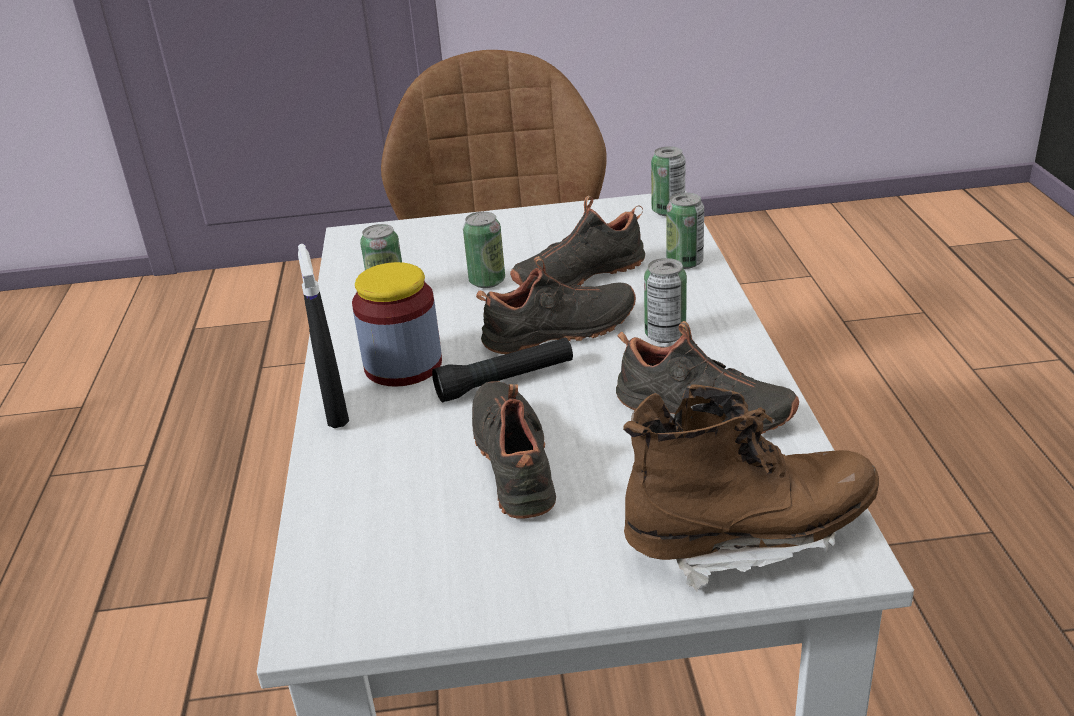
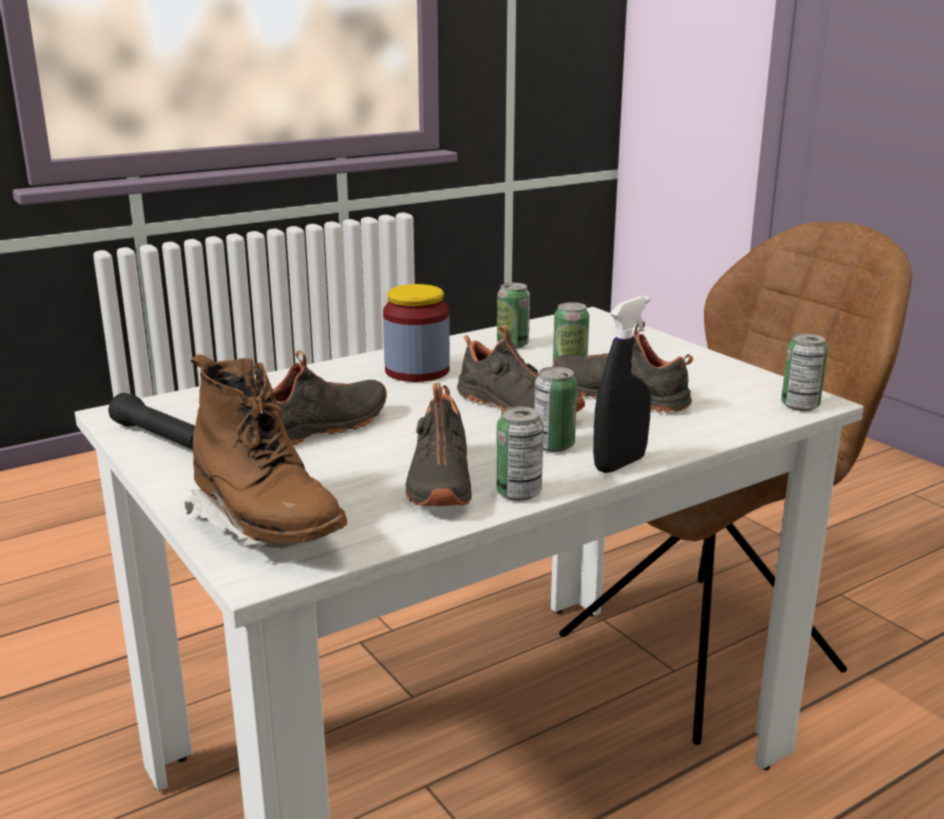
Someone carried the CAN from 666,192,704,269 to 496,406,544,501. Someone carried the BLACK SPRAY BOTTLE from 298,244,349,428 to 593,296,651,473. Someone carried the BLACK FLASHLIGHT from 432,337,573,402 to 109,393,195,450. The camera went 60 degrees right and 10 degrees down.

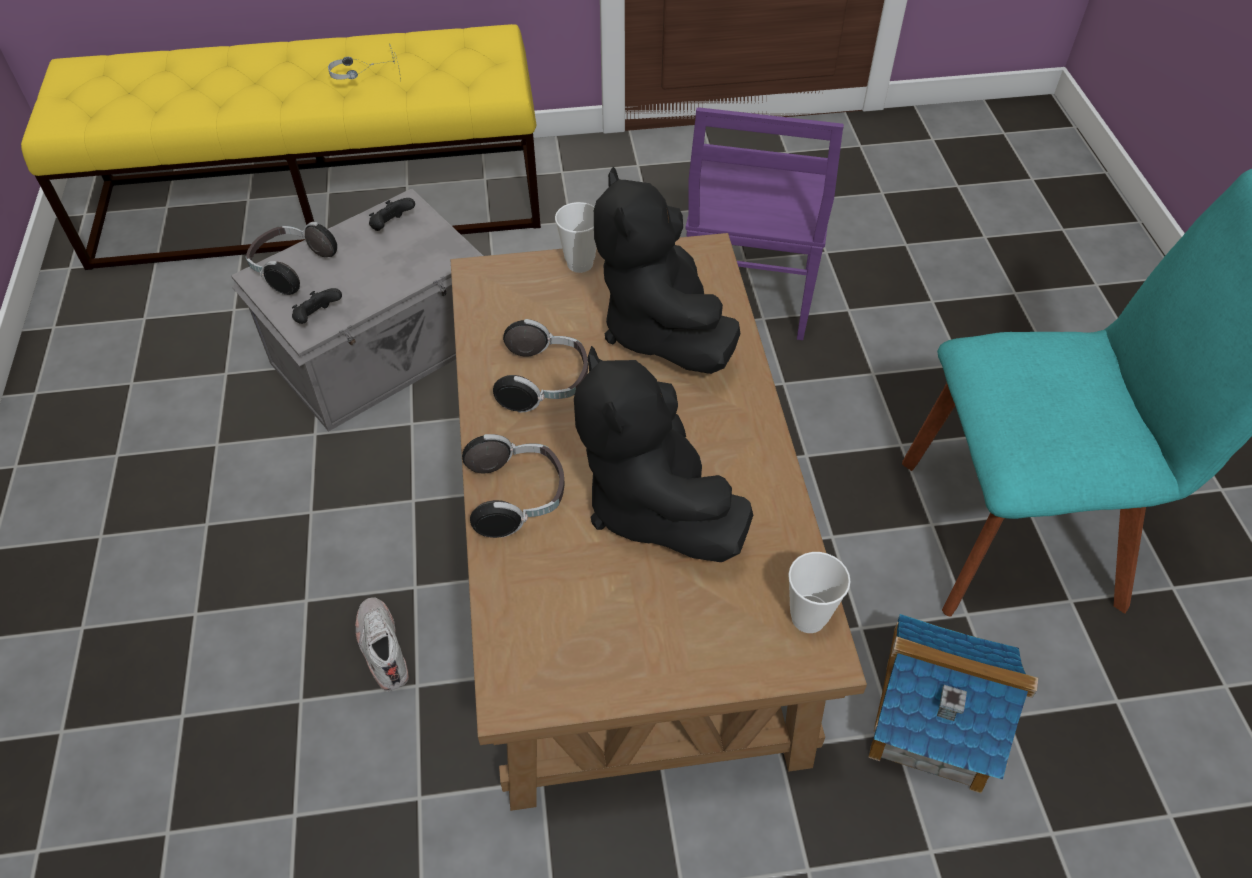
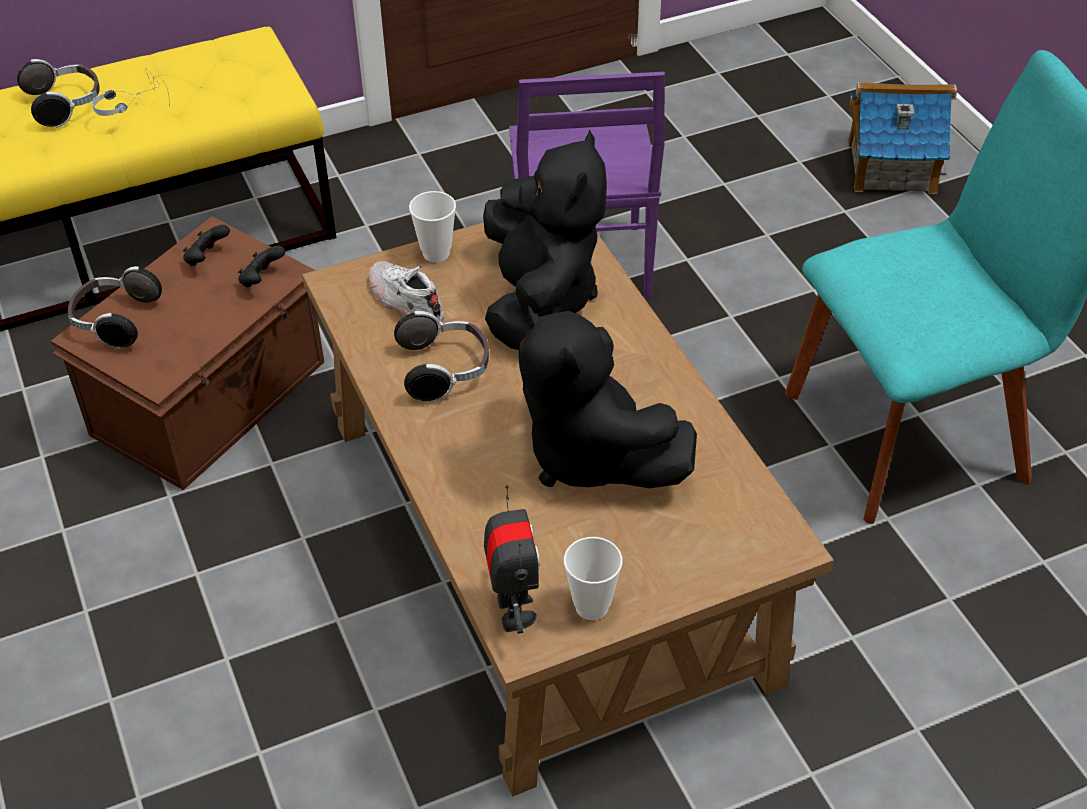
Someone rotated the BLACK PLUSH TOY at 594,167,740,374 by 150 degrees counterclockwise. Someone repainted the GREY STORAGE BOX at 231,189,483,431, which became the BROWN STORAGE BOX at 51,217,324,490. Someone carried the BLACK GAME CONTROLLER from 292,288,342,324 to 238,246,285,288. Someone carried the HEADPHONES from 462,434,564,538 to 17,59,100,128. Someone carried the CUP from 788,552,851,633 to 564,537,623,620. Someone carried the WHITE SHOE from 355,597,409,691 to 369,261,444,322. Someone carried the TOY HOUSE from 868,614,1038,793 to 848,82,957,194. Someone put down the TOY ROBOT at 484,485,540,634. The camera went 15 degrees left and 5 degrees down.

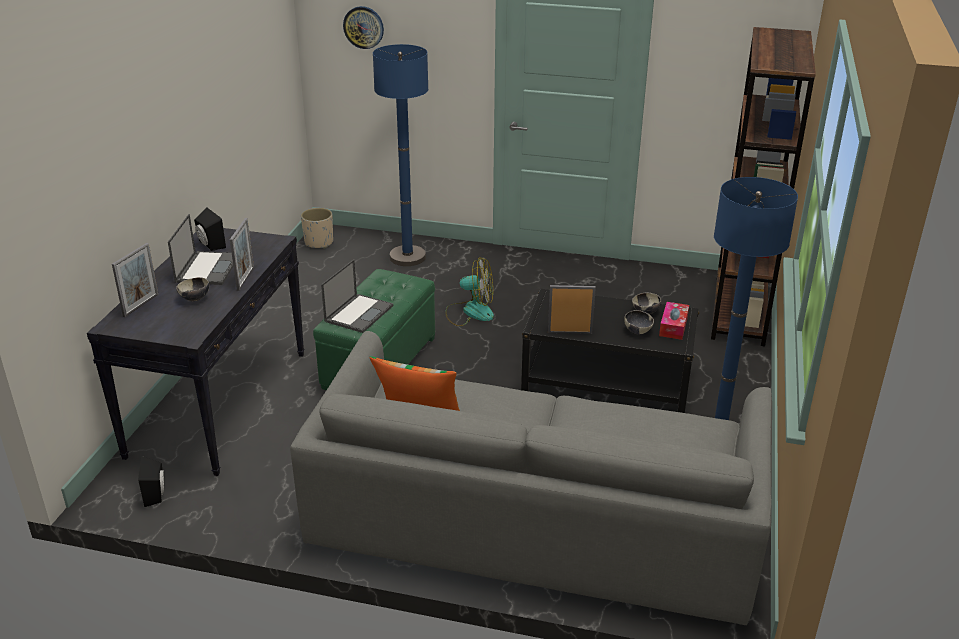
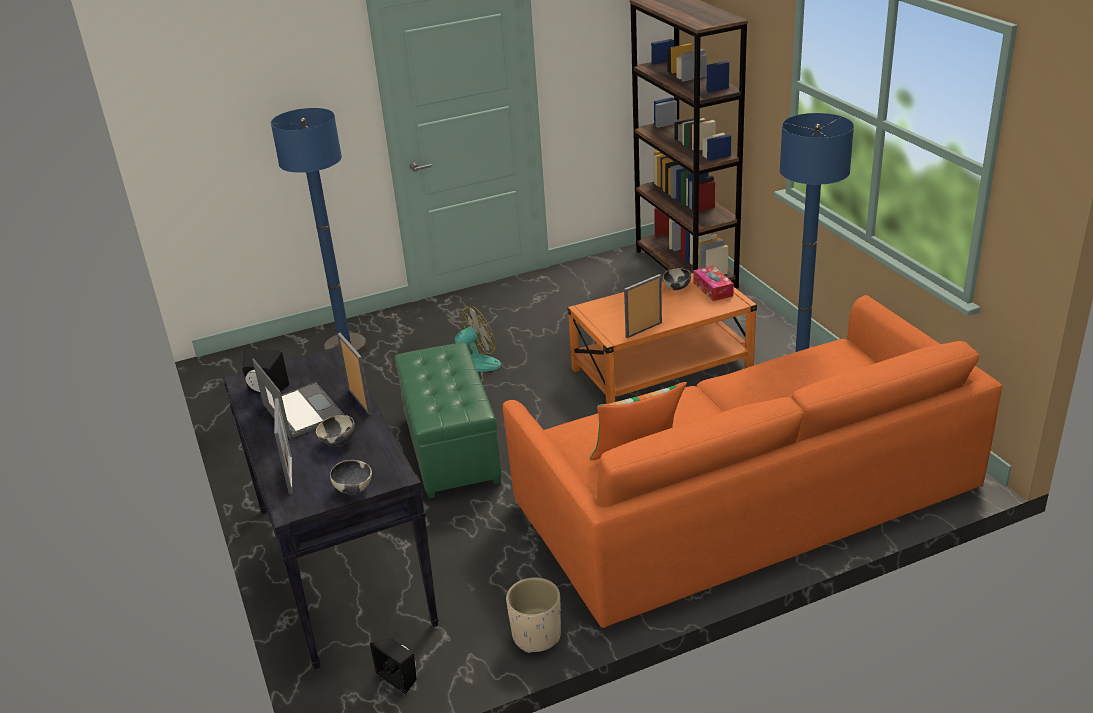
Someone took away the WALL CLOCK at 343,6,384,49. Someone carried the BEIGE PLANTER from 301,208,333,249 to 506,577,561,653. Someone took away the LAPTOP at 321,259,393,333. Someone repainted the BLACK COFFEE TABLE at 521,289,699,413, which became the ORANGE COFFEE TABLE at 567,273,757,404. Someone carried the BOWL from 624,310,654,335 to 330,460,372,494. Someone repainted the GREY SOFA at 290,331,772,625, which became the ORANGE SOFA at 503,295,1002,628. The camera went 35 degrees left and 0 degrees up.

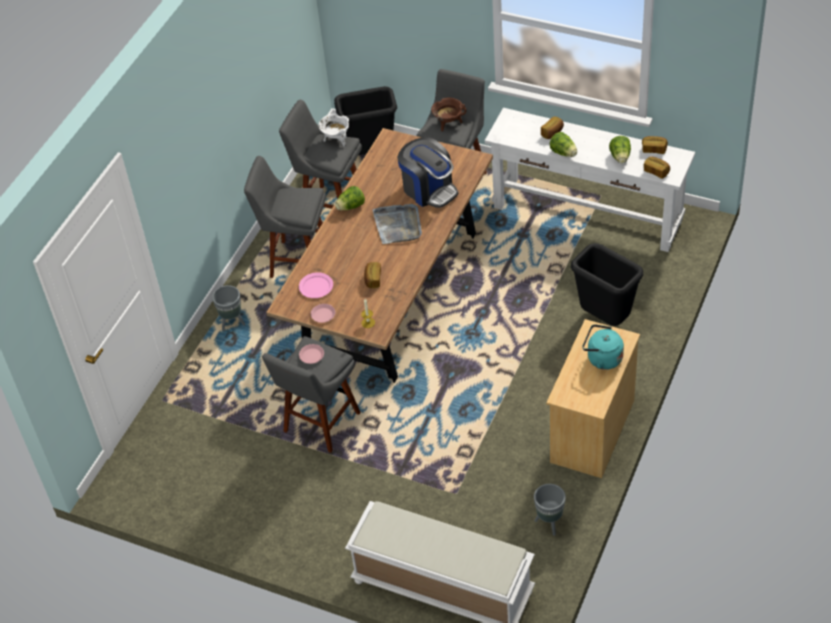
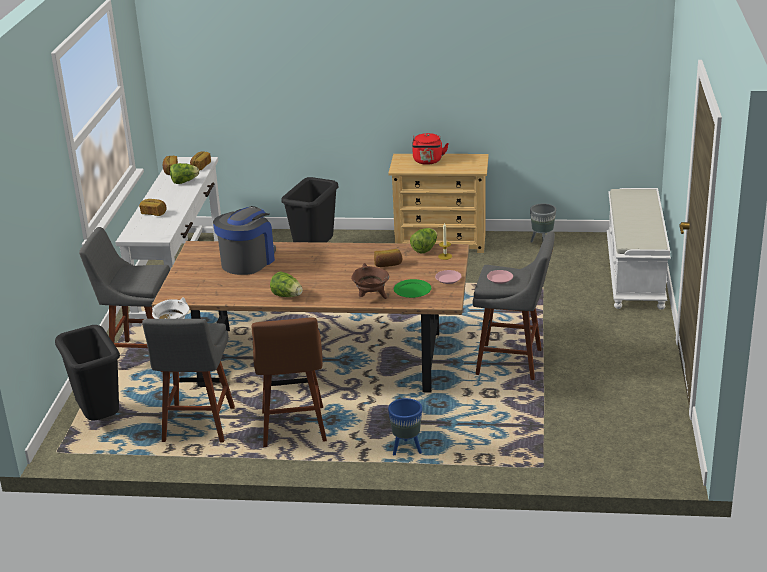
Someone carried the BROWN COOKING POT from 431,98,466,131 to 351,263,389,299. Someone carried the LETTUCE from 550,132,577,157 to 410,228,437,253. Someone repainted the GREY STOOL at 244,156,326,278, which became the BROWN STOOL at 252,318,327,447. Someone took away the GREY TRAY at 373,204,422,244. Someone repainted the PINK PLATE at 299,272,333,298, which became the GREEN PLATE at 394,279,431,298. Someone repainted the GREY PLANTER at 212,285,245,331, which became the BLUE PLANTER at 388,398,422,455. Someone repainted the TURQUOISE KETTLE at 582,324,624,370, which became the RED KETTLE at 412,133,449,165. The camera went 110 degrees left and 20 degrees down.

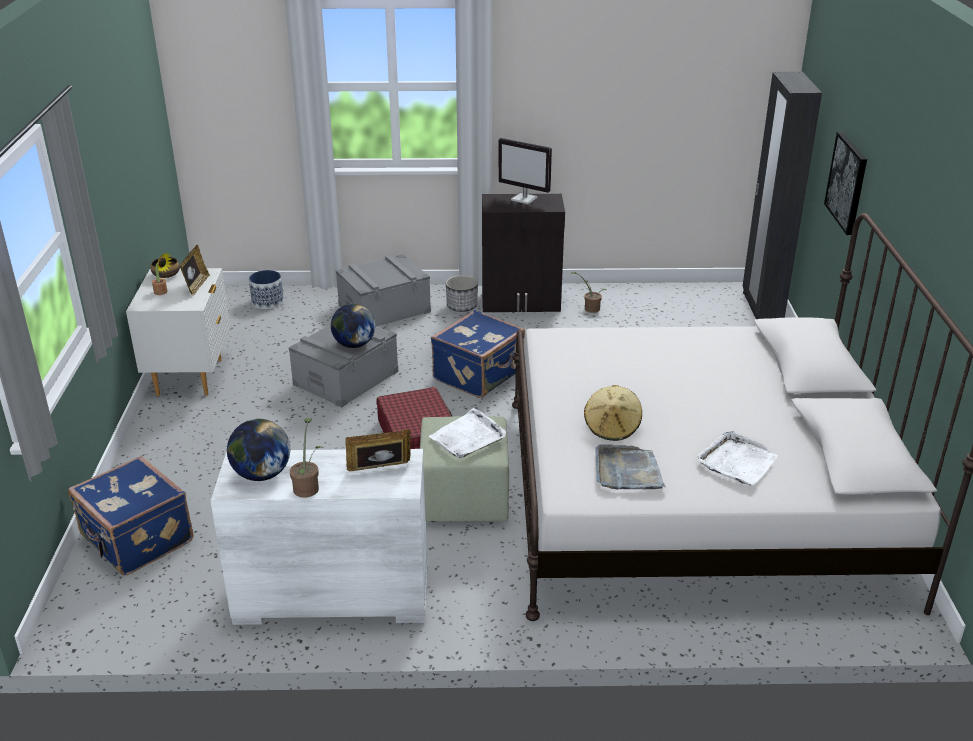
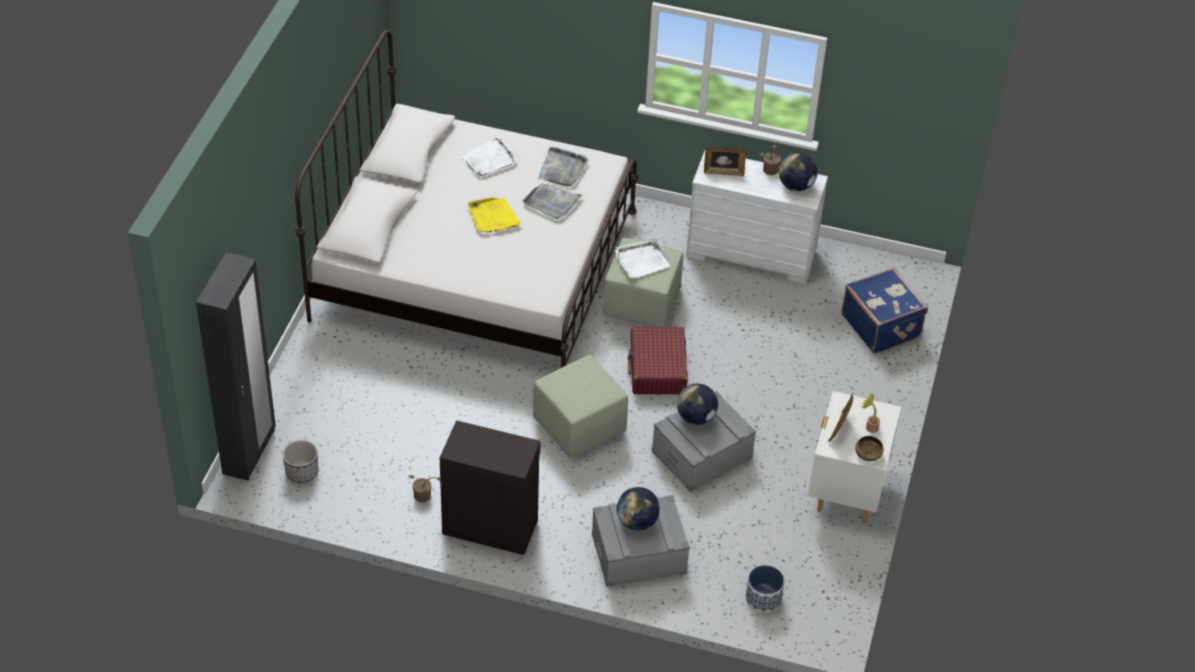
Someone took away the PICTURE at 824,132,867,235. Someone took away the MONITOR at 498,138,552,204. Someone carried the PLANTER from 446,275,478,312 to 283,440,319,483. Someone swapped the BLUE SUITCASE at 431,310,525,398 for the GREEN OTTOMAN at 533,355,628,459. Someone swapped the BEIGE HAT at 584,385,642,441 for the GREY TRAY at 523,183,582,219. Someone put down the YELLOW TRAY at 468,198,521,233. Someone put down the GLOBE at 617,487,660,530. The camera went 165 degrees left and 15 degrees up.

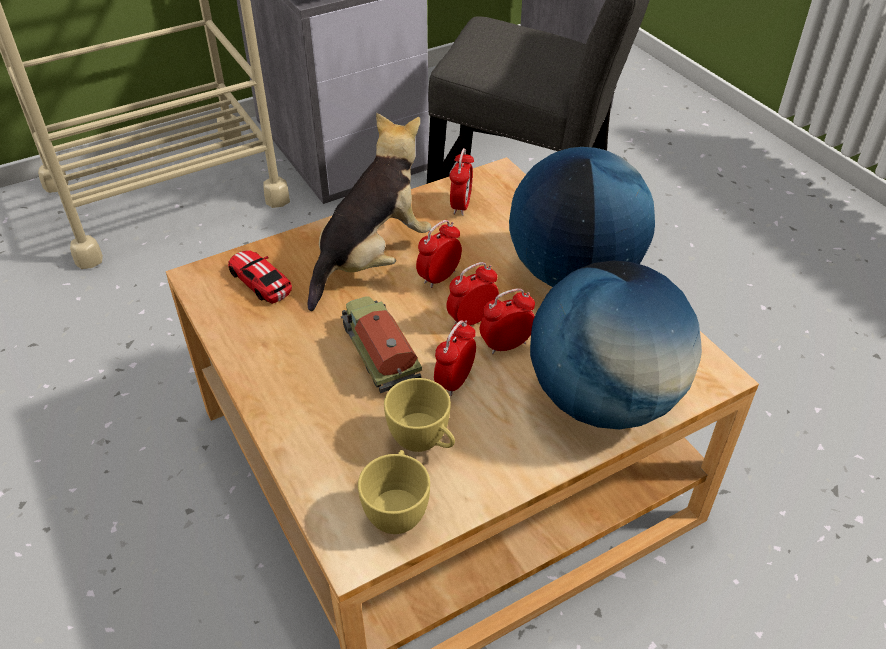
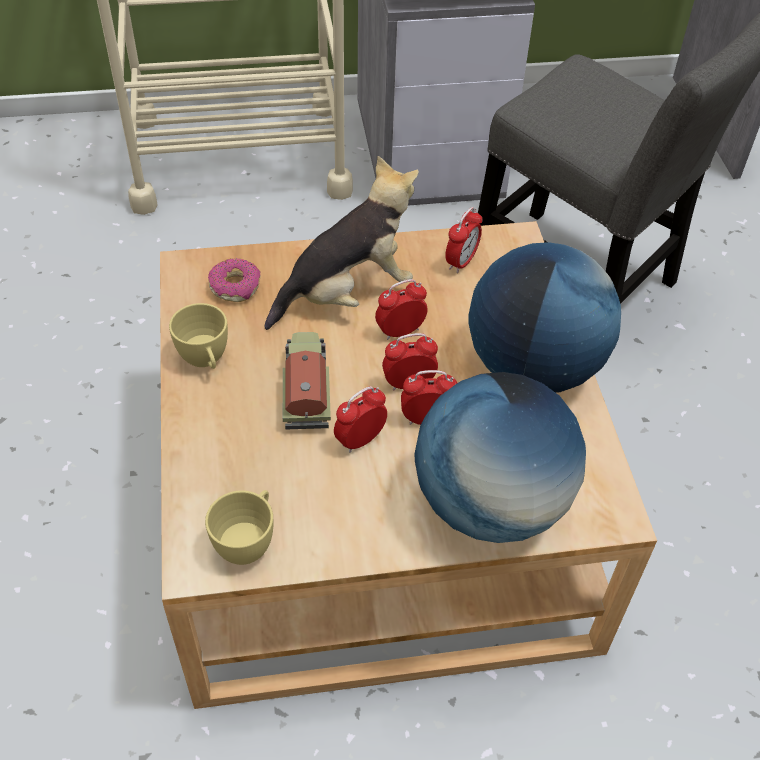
Someone swapped the TOY CAR at 228,250,292,304 for the DONUT at 208,258,260,302. Someone carried the YELLOW CUP from 384,378,455,452 to 169,303,228,369. The camera went 20 degrees right and 5 degrees up.

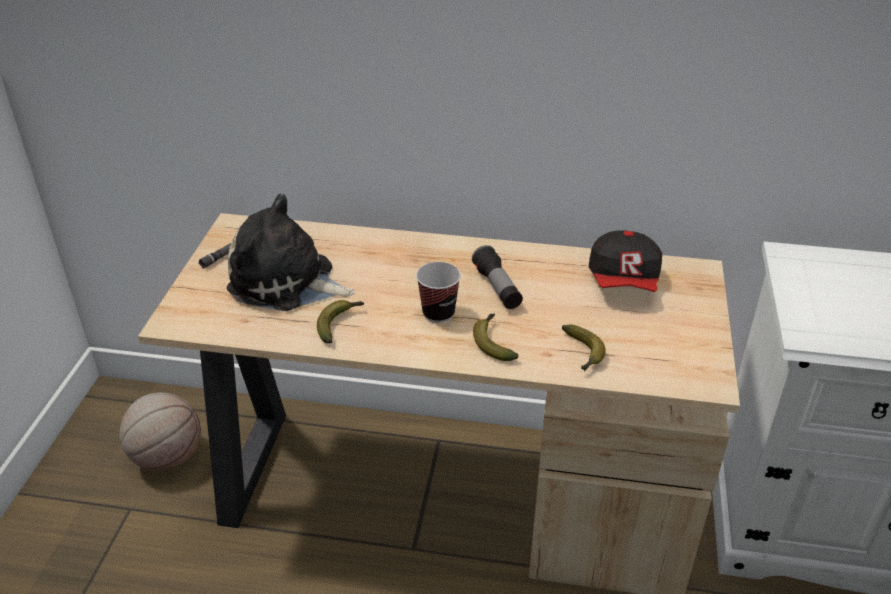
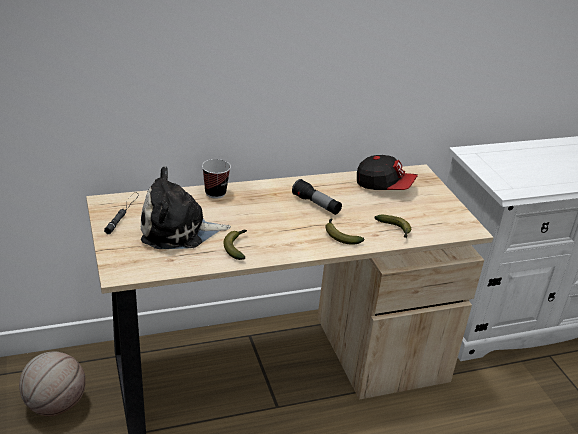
Someone rotated the CAP at 589,231,662,292 by 45 degrees counterclockwise. Someone carried the CUP from 416,262,461,323 to 202,159,231,199. The camera went 30 degrees left and 5 degrees down.

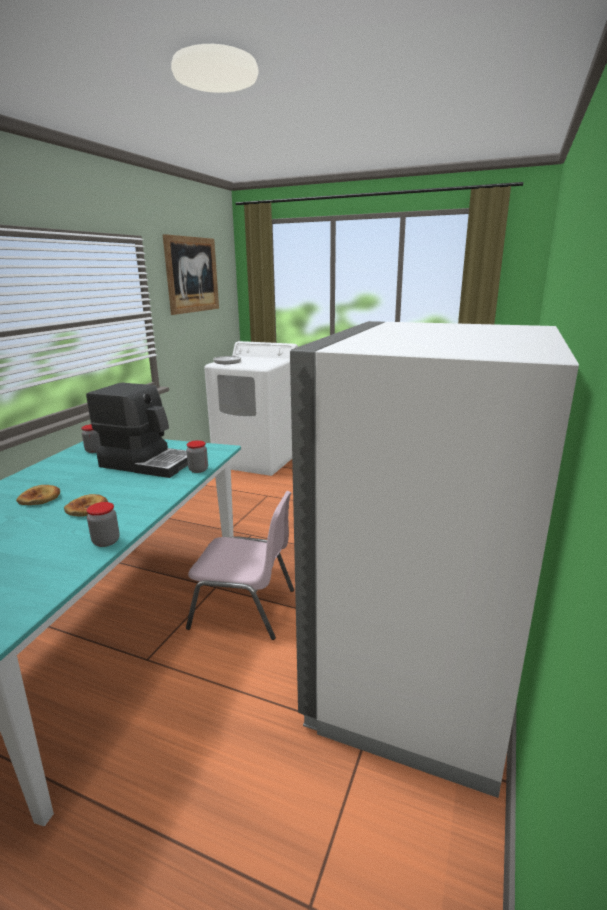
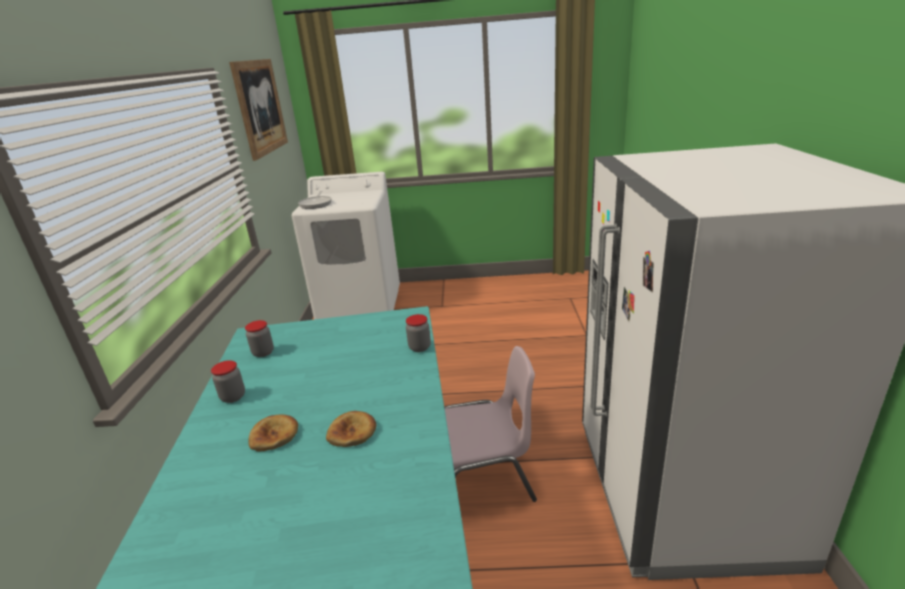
Someone took away the COFFEE MACHINE at 86,383,188,478. Someone carried the JAR from 86,502,119,547 to 211,361,245,403. The camera went 20 degrees left and 5 degrees up.

